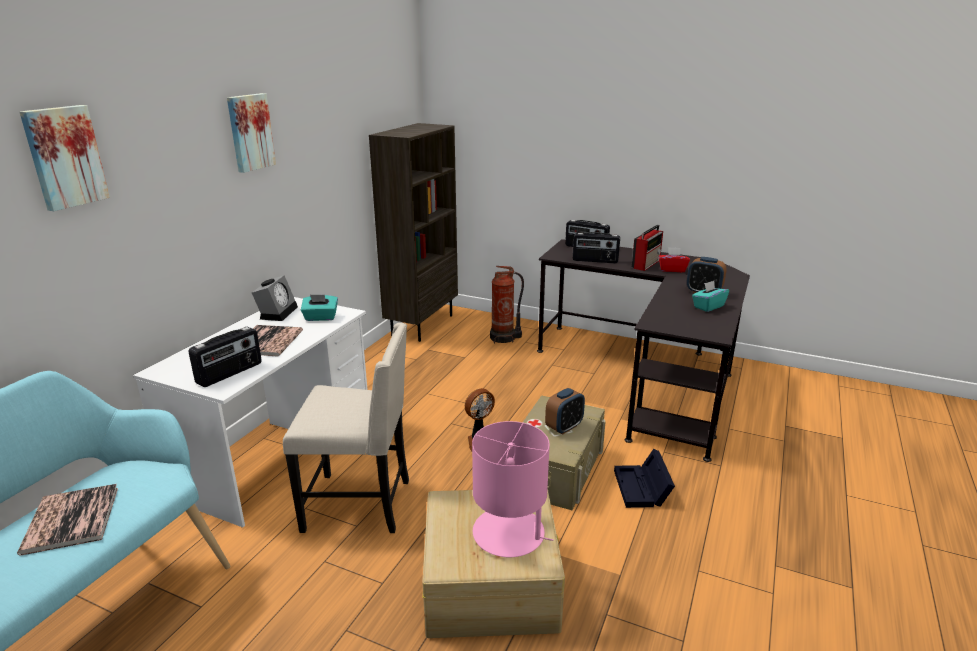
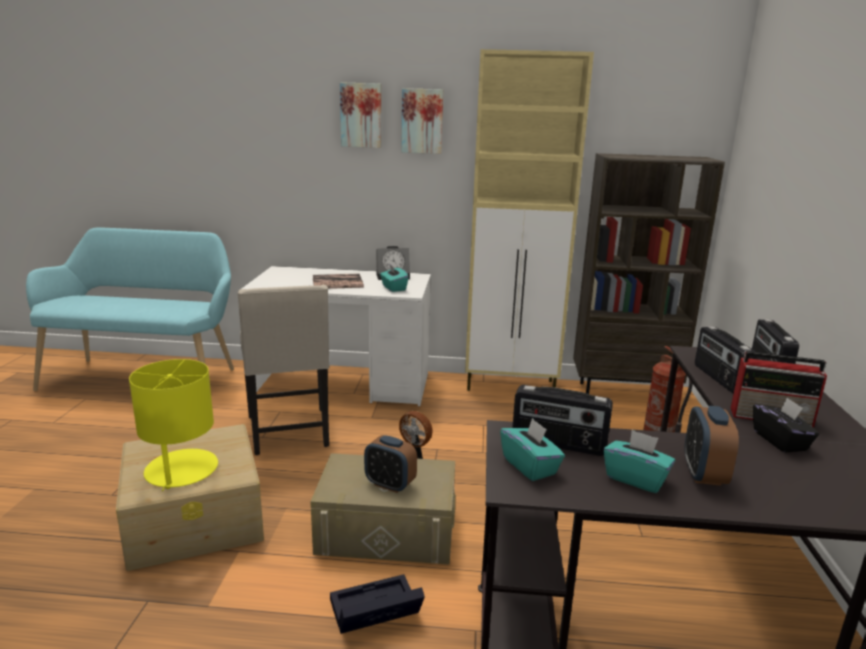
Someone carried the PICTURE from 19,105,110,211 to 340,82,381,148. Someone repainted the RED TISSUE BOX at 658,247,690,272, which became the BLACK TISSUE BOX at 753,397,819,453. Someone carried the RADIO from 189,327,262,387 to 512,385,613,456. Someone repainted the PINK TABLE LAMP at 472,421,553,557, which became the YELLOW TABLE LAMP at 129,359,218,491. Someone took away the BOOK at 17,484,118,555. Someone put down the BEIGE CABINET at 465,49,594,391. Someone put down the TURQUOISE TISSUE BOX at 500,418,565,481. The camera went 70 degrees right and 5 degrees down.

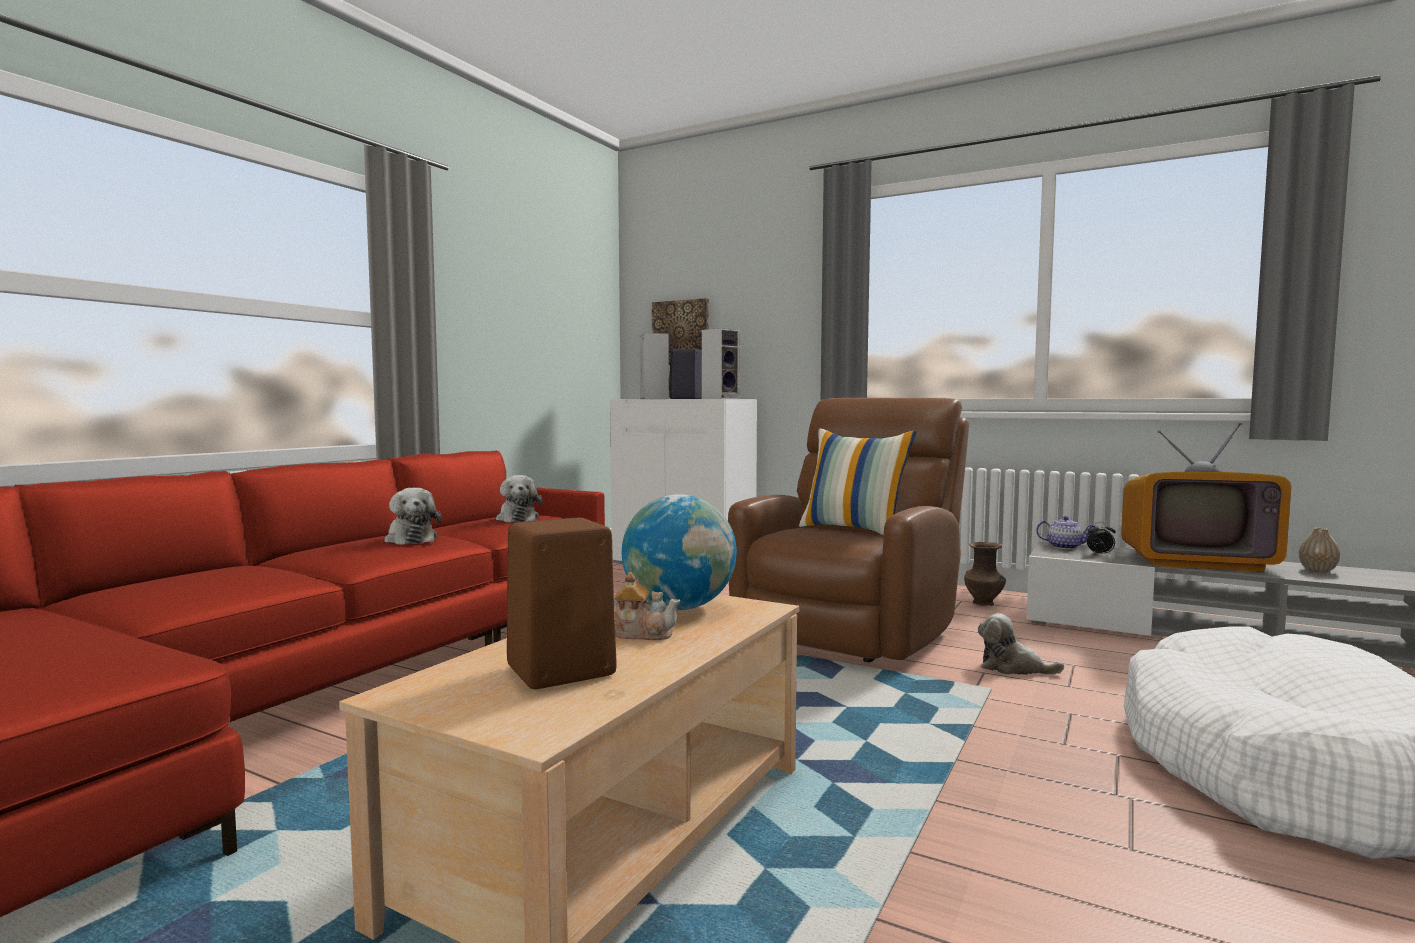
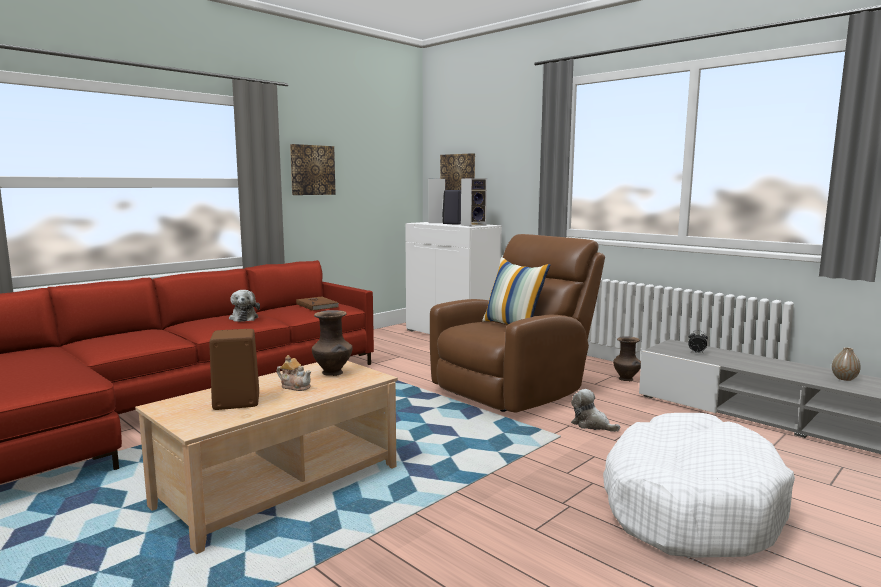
Someone took away the TELEVISION at 1121,422,1291,572. Someone swapped the PLUSH TOY at 496,475,542,523 for the BROWN BOOK at 296,297,339,311. Someone swapped the GLOBE at 622,494,737,610 for the BROWN VASE at 312,310,353,376. Someone took away the TEAPOT at 1036,516,1094,549. Someone put up the PICTURE at 290,144,336,195. The camera went 15 degrees right and 5 degrees up.

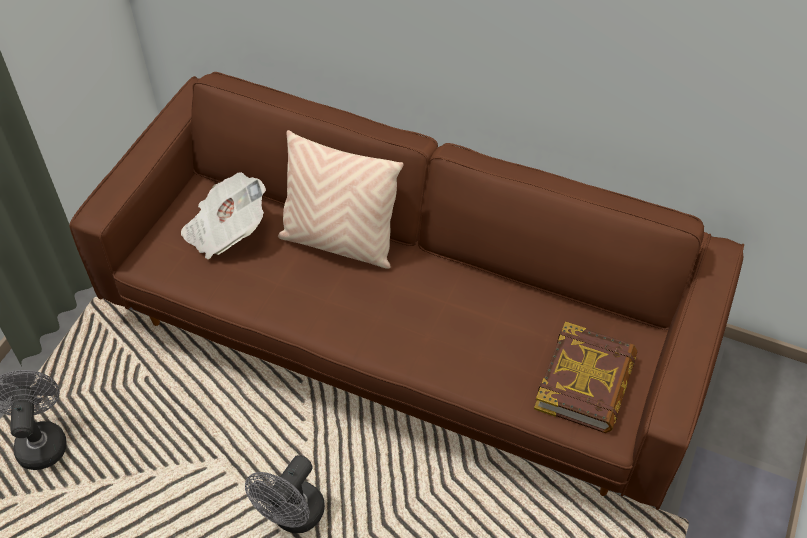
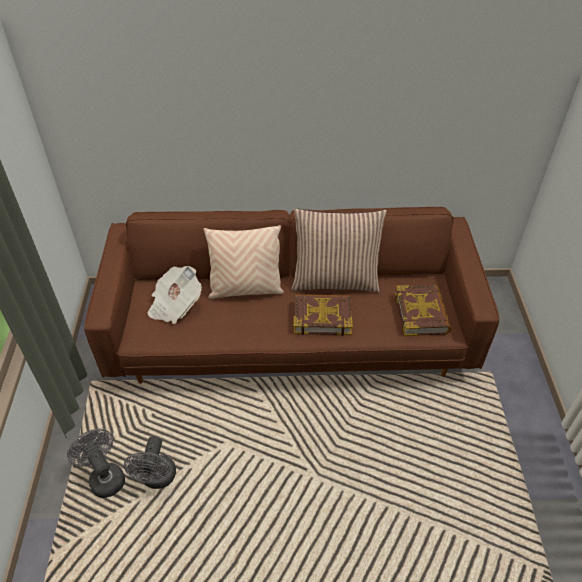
Someone carried the GREY FAN from 245,455,325,533 to 124,436,176,489. Someone put down the PILLOW at 292,208,387,292. Someone put down the BOOK at 294,294,353,336. The camera went 25 degrees left and 5 degrees down.

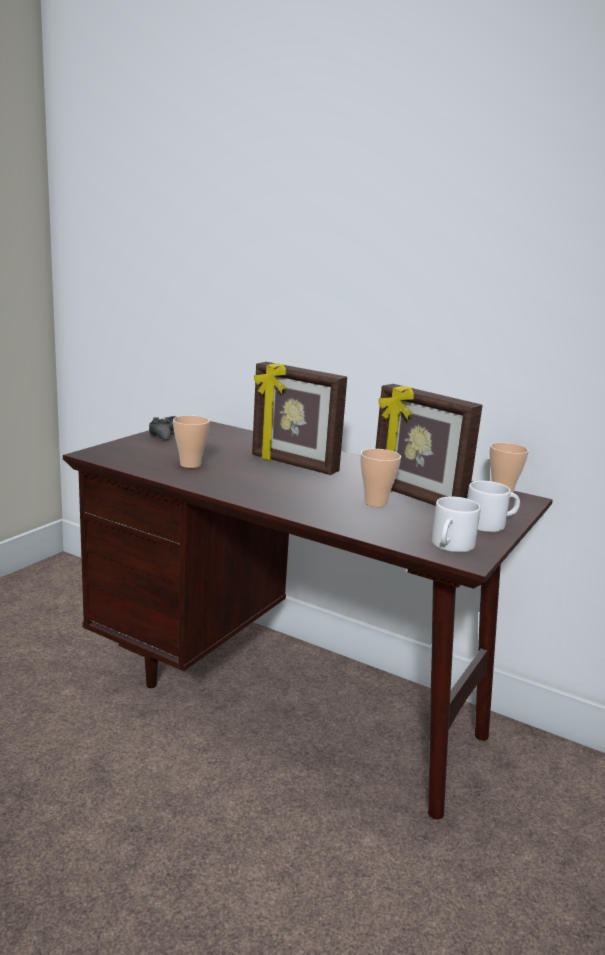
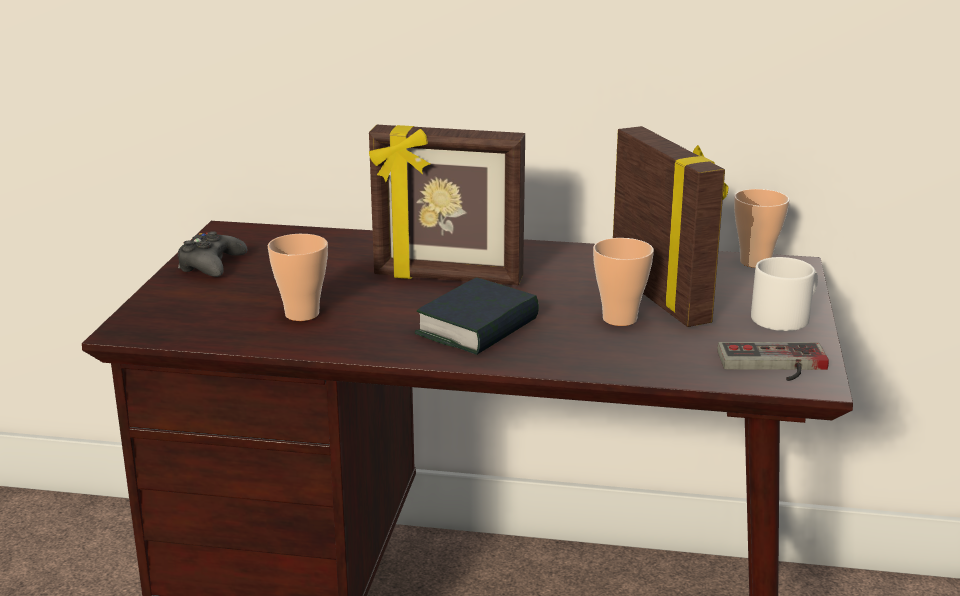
Someone rotated the PICTURE FRAME at 375,384,483,506 by 135 degrees counterclockwise. Someone swapped the WHITE MUG at 431,496,481,552 for the GAME CONTROLLER at 717,342,829,381. Someone put down the BOOK at 415,277,539,355. The camera went 20 degrees left and 5 degrees up.

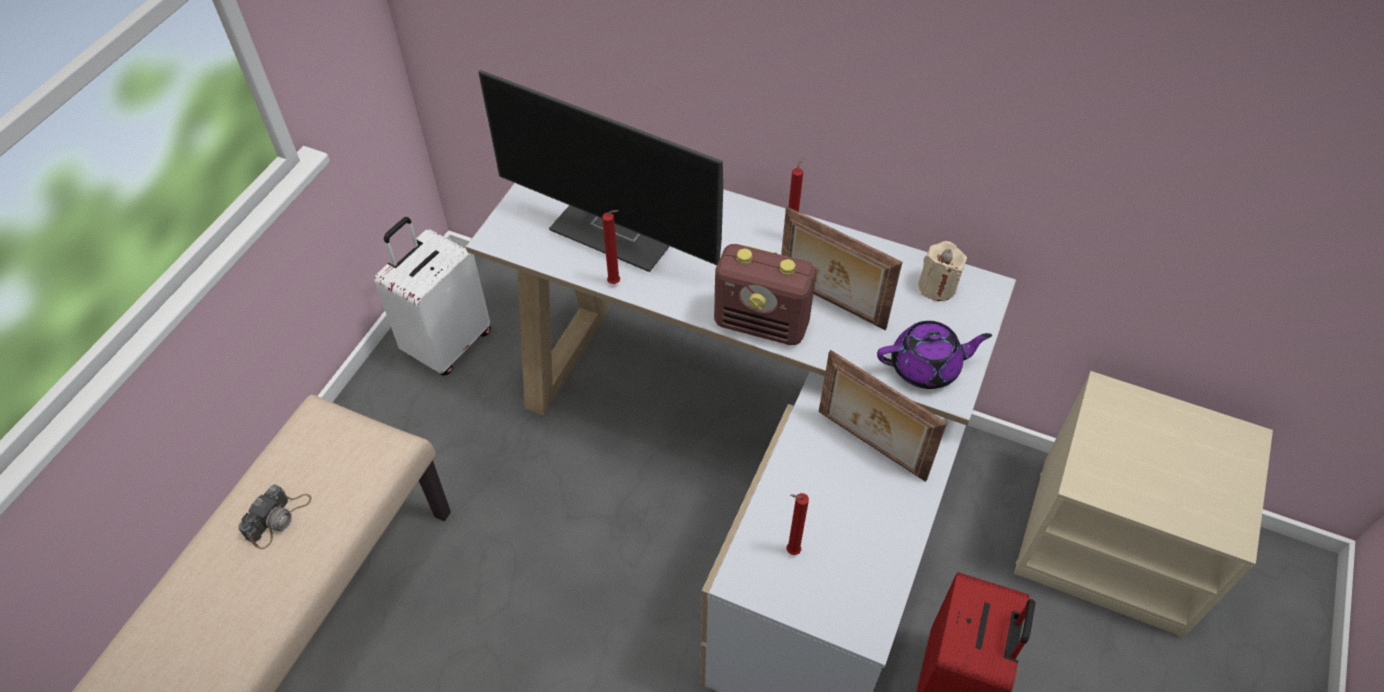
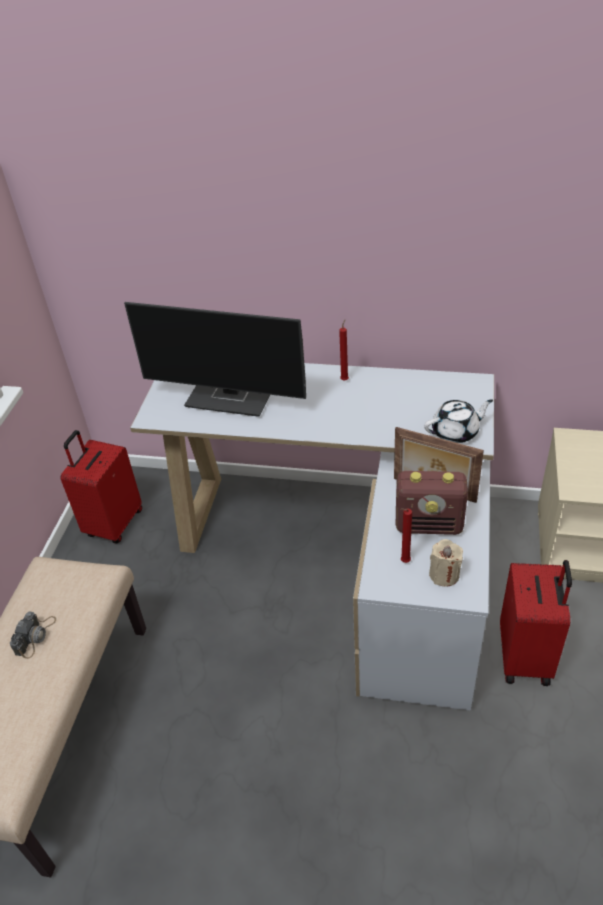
Someone took away the PICTURE FRAME at 781,207,902,330. Someone took away the RED CANDLE at 602,210,620,284. Someone repainted the WHITE SUITCASE at 374,217,491,376, which became the RED SUITCASE at 60,430,142,543. Someone carried the BEIGE CANDLE from 918,241,967,301 to 429,539,463,587. Someone carried the RADIO from 714,244,816,345 to 396,471,468,535. Someone repainted the PURPLE TEAPOT at 877,321,992,389, which became the WHITE TEAPOT at 424,399,493,443. The camera went 10 degrees left and 10 degrees down.

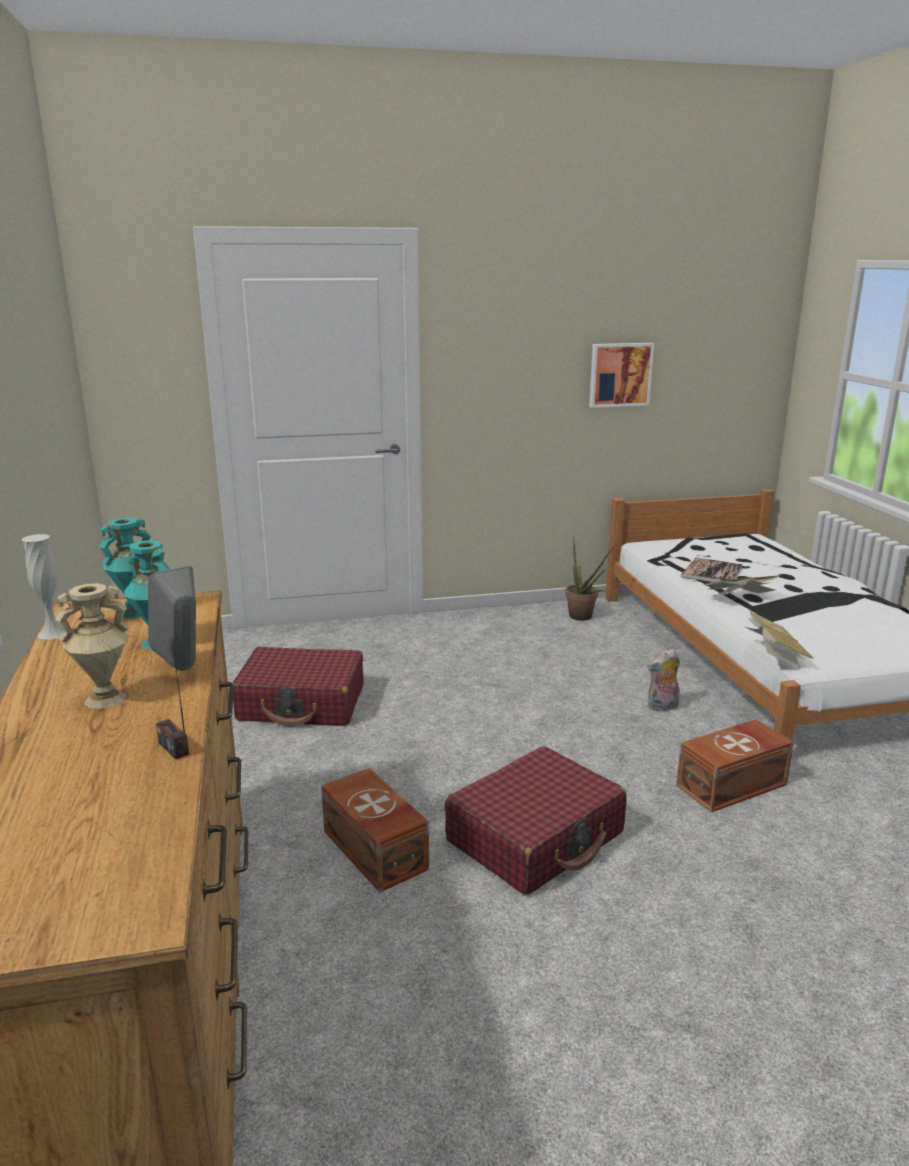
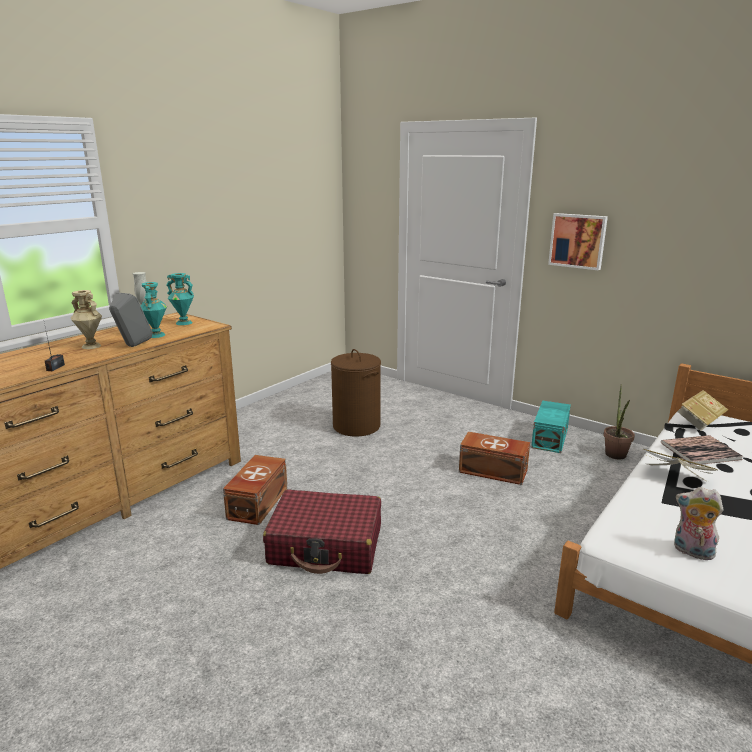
Someone carried the PICTURE from 589,343,654,408 to 548,213,608,270. Someone carried the BOOK from 746,611,813,668 to 677,390,728,431. Someone swapped the RED SUITCASE at 232,647,364,727 for the BROWN LAUNDRY BASKET at 331,349,381,436. Someone carried the PLUSH TOY from 647,648,680,712 to 674,487,724,560. Someone carried the BROWN STORAGE BOX from 676,719,794,813 to 459,432,530,485. Someone put down the TURQUOISE STORAGE BOX at 531,400,571,453. The camera went 50 degrees right and 0 degrees up.

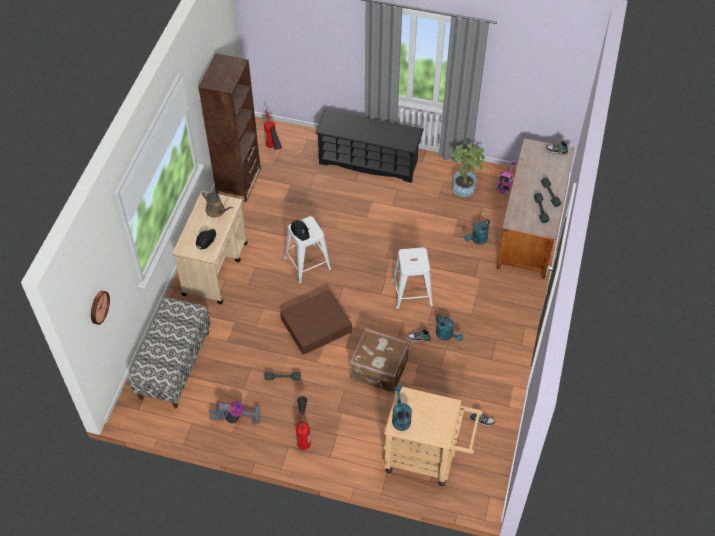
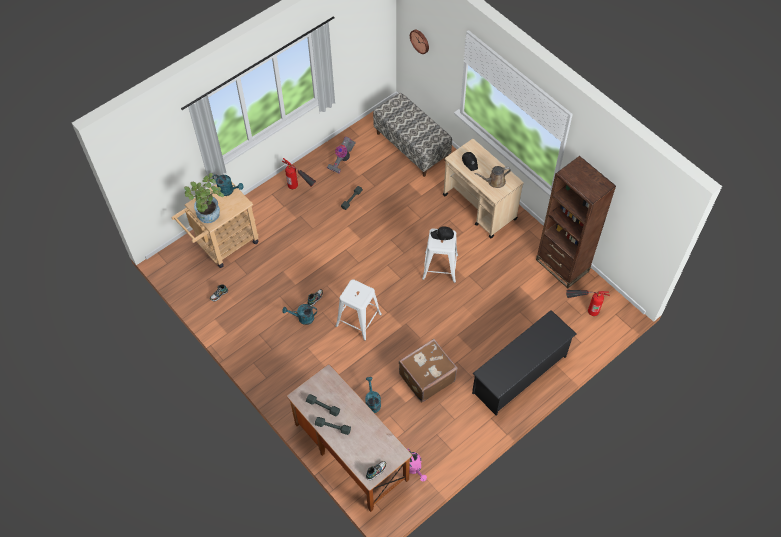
Someone carried the POTTED PLANT from 451,144,485,197 to 184,173,224,223. Someone took away the BROWN STORAGE BOX at 280,290,352,355. Someone carried the BROWN SUITCASE from 350,328,410,393 to 399,339,458,402. The camera went 125 degrees right and 5 degrees up.

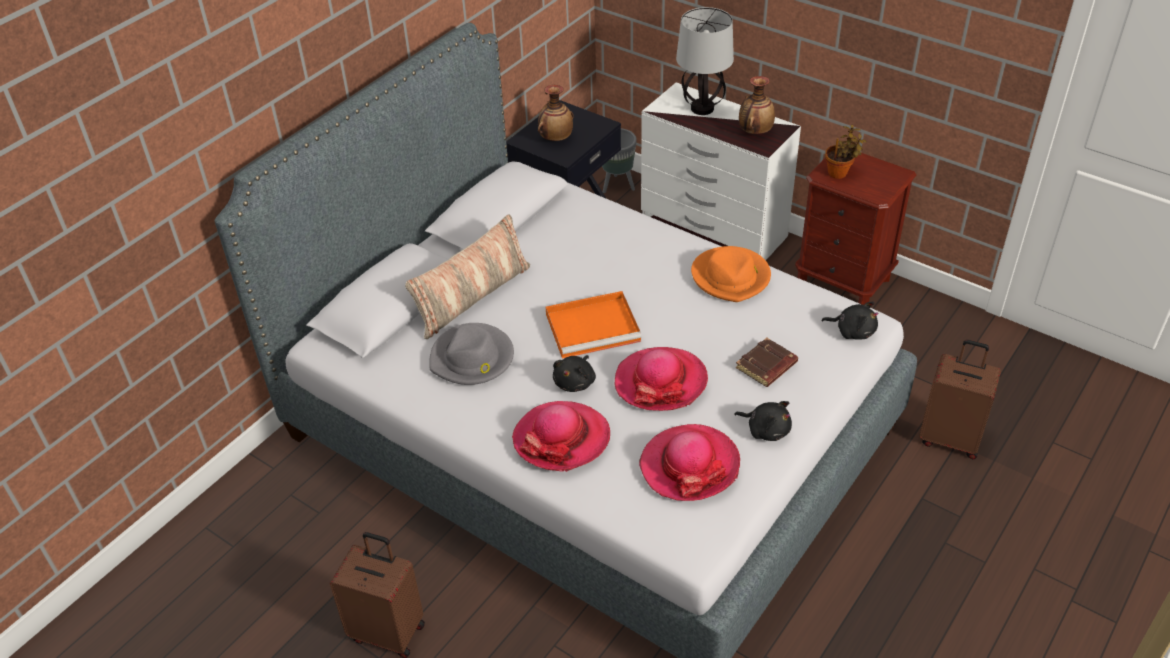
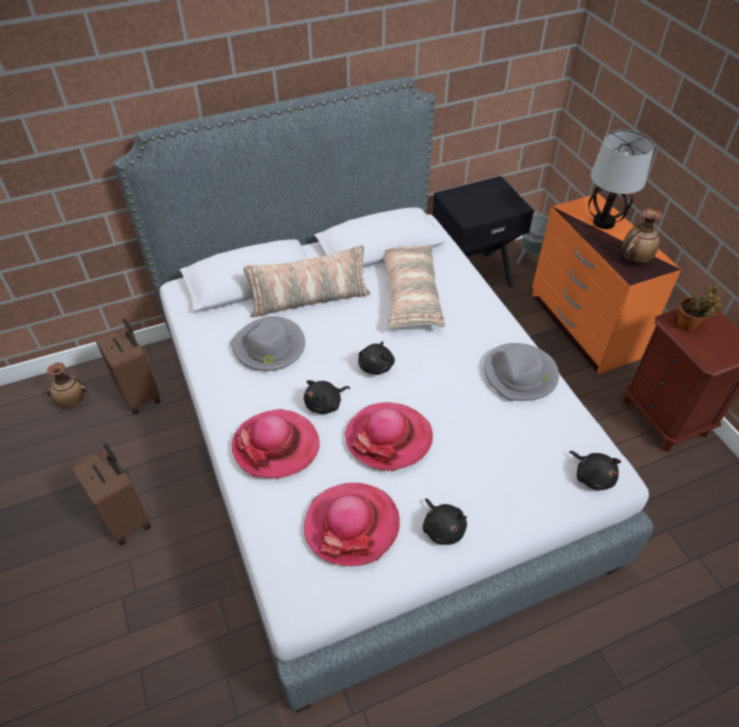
Someone repainted the WHITE DRESSER at 641,82,801,260, which became the ORANGE DRESSER at 532,194,681,374. Someone carried the VASE from 538,85,573,141 to 47,362,88,409. Someone repainted the ORANGE HAT at 691,246,771,302, which became the GREY HAT at 484,343,559,401. Someone swapped the ORANGE TRAY at 546,291,642,359 for the BLACK PLUSH TOY at 358,341,395,375. Someone took away the BROWN BOOK at 736,338,798,387. Someone carried the BROWN SUITCASE from 919,340,1001,459 to 95,318,161,414. Someone put down the PILLOW at 383,245,445,328. The camera went 30 degrees right and 5 degrees up.

